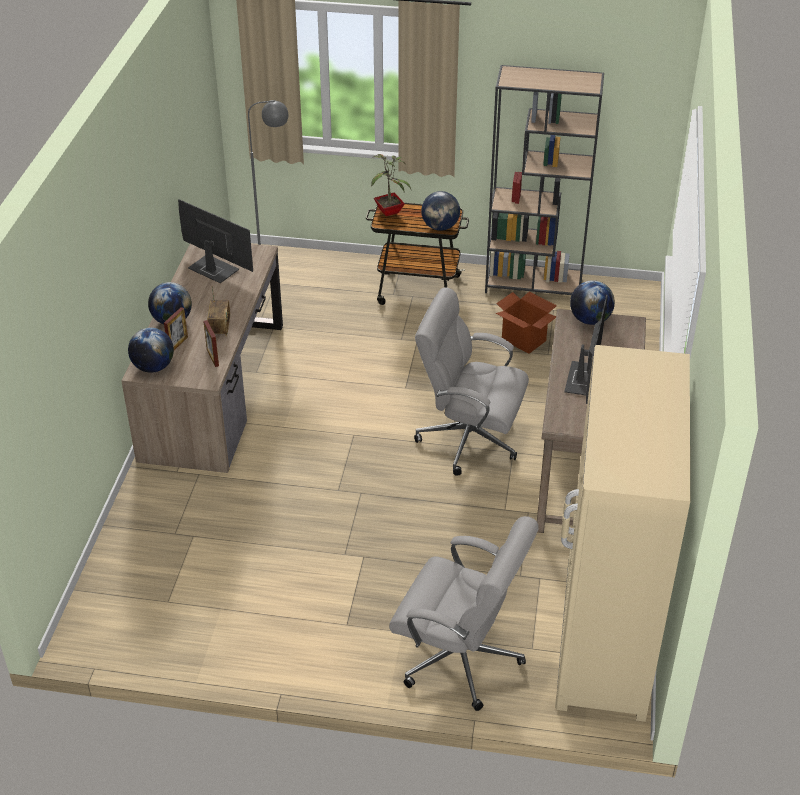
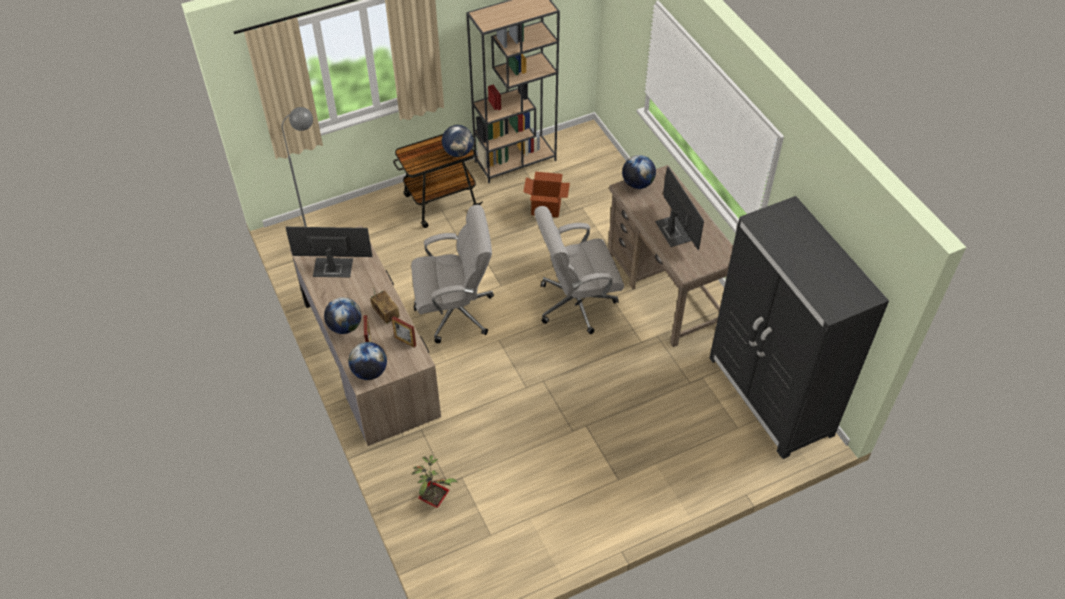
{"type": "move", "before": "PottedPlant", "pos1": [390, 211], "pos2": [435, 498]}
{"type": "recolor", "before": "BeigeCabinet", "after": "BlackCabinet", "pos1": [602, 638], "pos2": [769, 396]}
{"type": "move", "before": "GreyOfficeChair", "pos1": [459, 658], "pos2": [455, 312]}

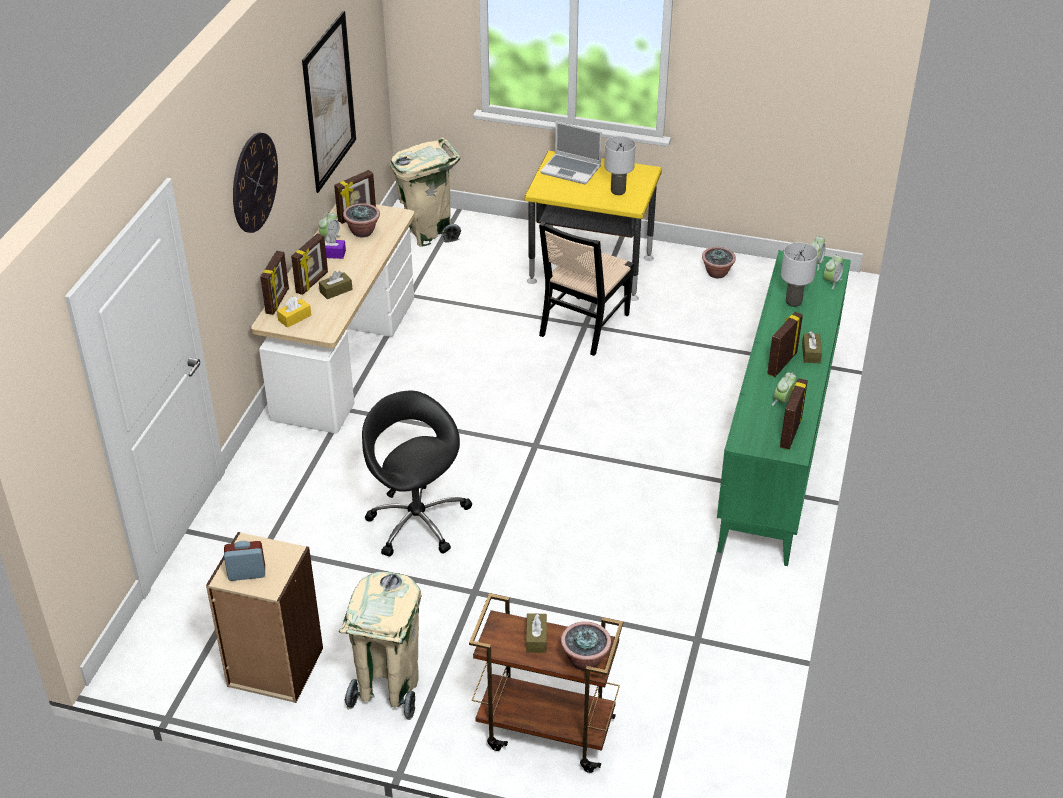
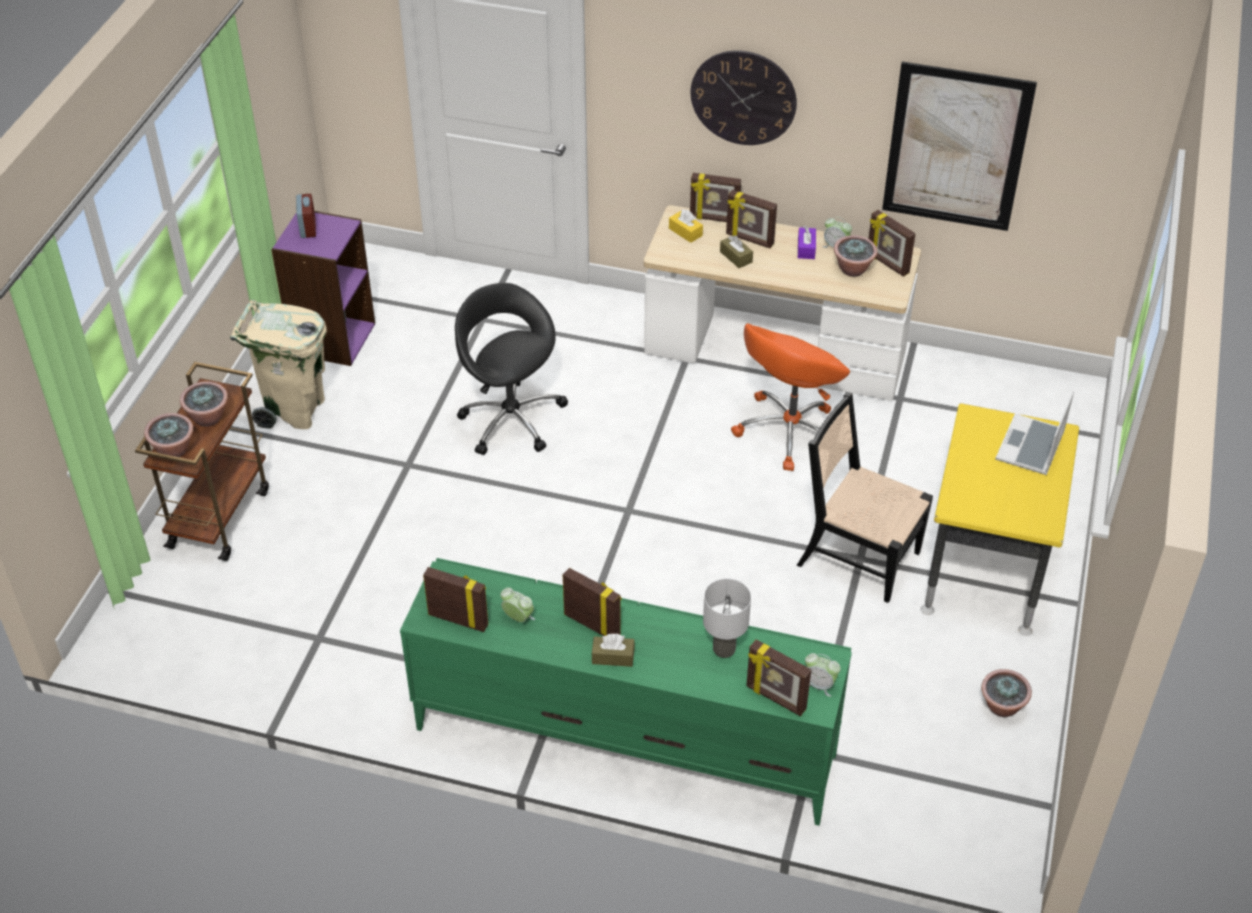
{"type": "delete", "before": "WhiteTableLamp", "pos1": [618, 191]}
{"type": "delete", "before": "BeigeTrashCan", "pos1": [429, 233]}
{"type": "replace", "before": "AlarmClock", "after": "PictureFrame", "pos1": [831, 282], "pos2": [775, 698]}
{"type": "rotate", "before": "BlackOfficeChair", "pos1": [416, 522], "pos2": [510, 419], "turn": -90}
{"type": "recolor", "before": "BeigeBookcase", "after": "PurpleBookcase", "pos1": [275, 668], "pos2": [332, 338]}
{"type": "replace", "before": "BrownTissueBox", "after": "PottedPlant", "pos1": [536, 638], "pos2": [208, 418]}
{"type": "insert", "after": "OrangeOfficeChair", "pos2": [787, 434]}

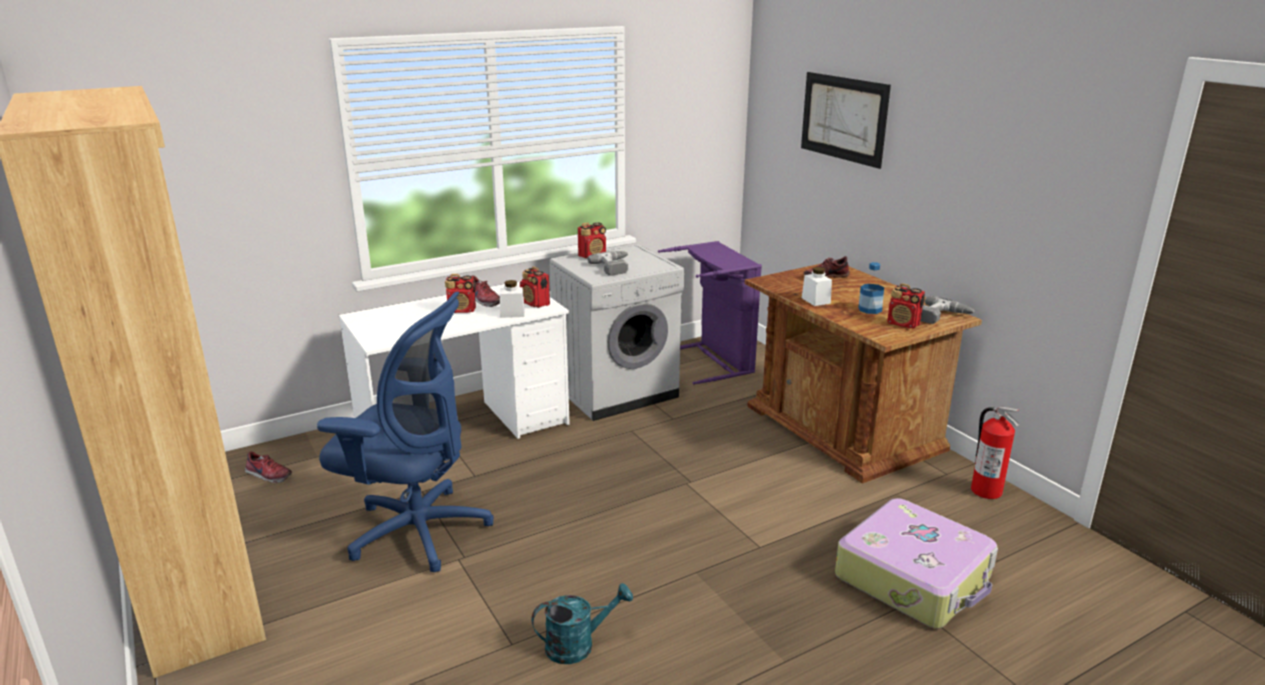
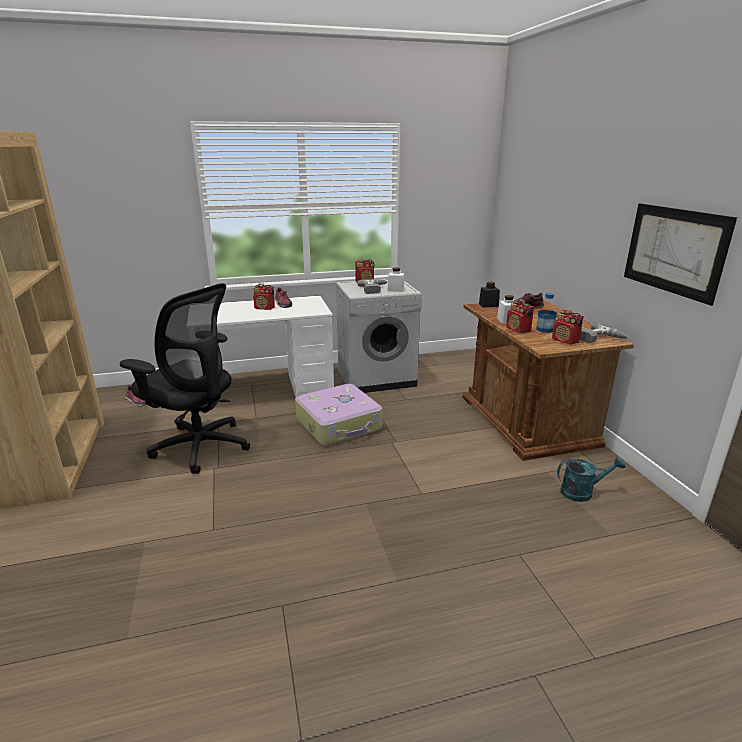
{"type": "move", "before": "Picture", "pos1": [843, 118], "pos2": [674, 250]}
{"type": "delete", "before": "PurpleLaundryBasket", "pos1": [714, 361]}
{"type": "move", "before": "Radio", "pos1": [535, 303], "pos2": [518, 330]}
{"type": "move", "before": "WhiteJar", "pos1": [512, 313], "pos2": [395, 290]}
{"type": "recolor", "before": "BlueOfficeChair", "after": "BlackOfficeChair", "pos1": [410, 531], "pos2": [196, 446]}
{"type": "delete", "before": "FireExtinguisher", "pos1": [986, 490]}
{"type": "move", "before": "Suitcase", "pos1": [914, 577], "pos2": [339, 424]}
{"type": "move", "before": "TurquoiseWateringCan", "pos1": [578, 645], "pos2": [582, 492]}
{"type": "insert", "after": "BlackJar", "pos2": [488, 305]}

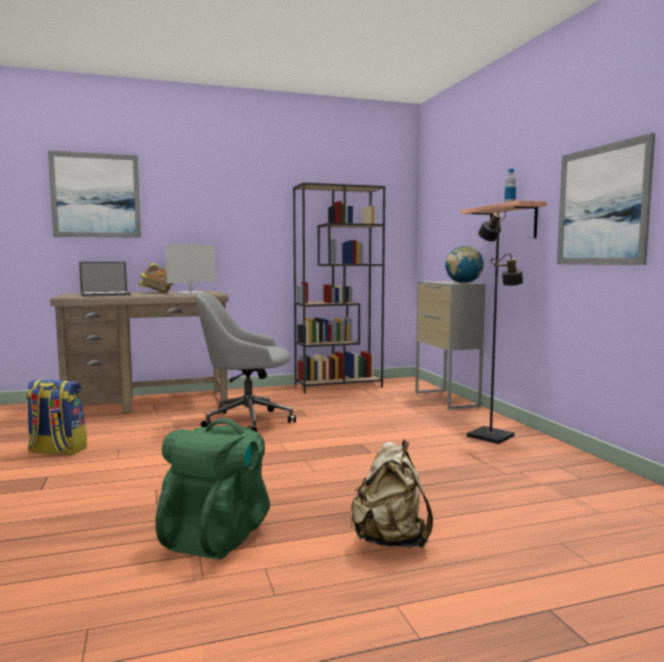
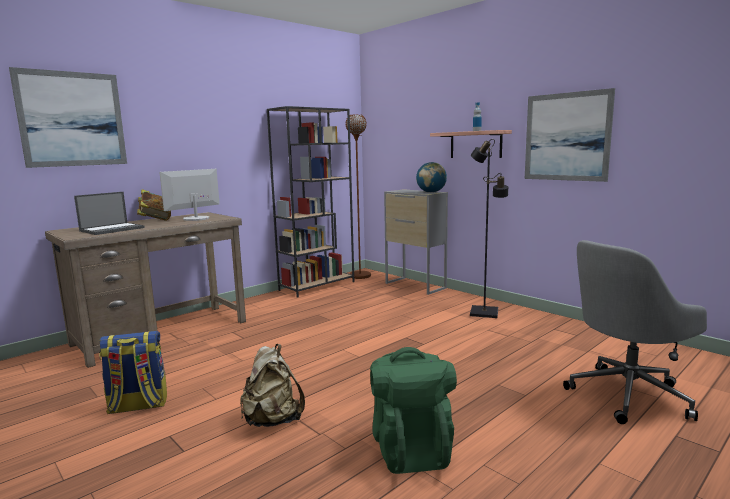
{"type": "rotate", "before": "Monitor", "pos1": [190, 293], "pos2": [195, 218], "turn": -150}
{"type": "move", "before": "GreyOfficeChair", "pos1": [247, 421], "pos2": [627, 396]}
{"type": "move", "before": "BeigeBackpack", "pos1": [390, 540], "pos2": [272, 420]}
{"type": "insert", "after": "BrownFloorLamp", "pos2": [360, 275]}

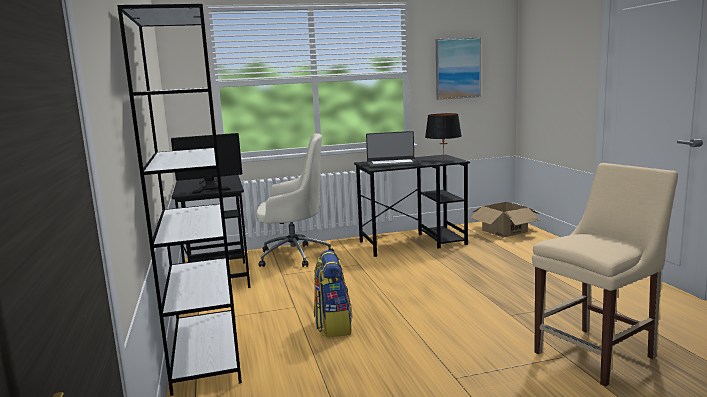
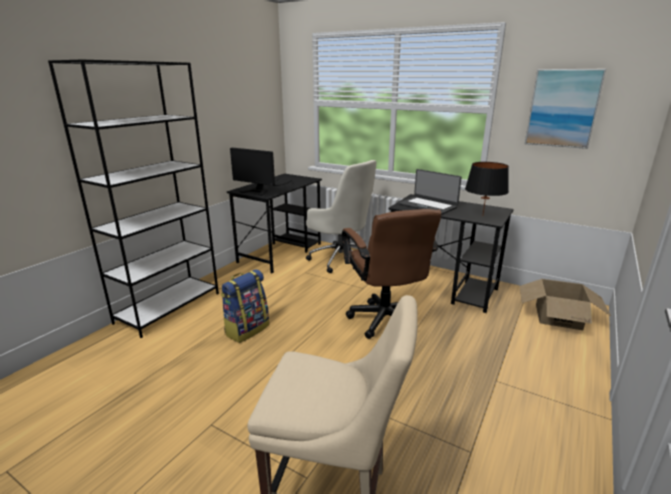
{"type": "insert", "after": "BrownOfficeChair", "pos2": [385, 323]}

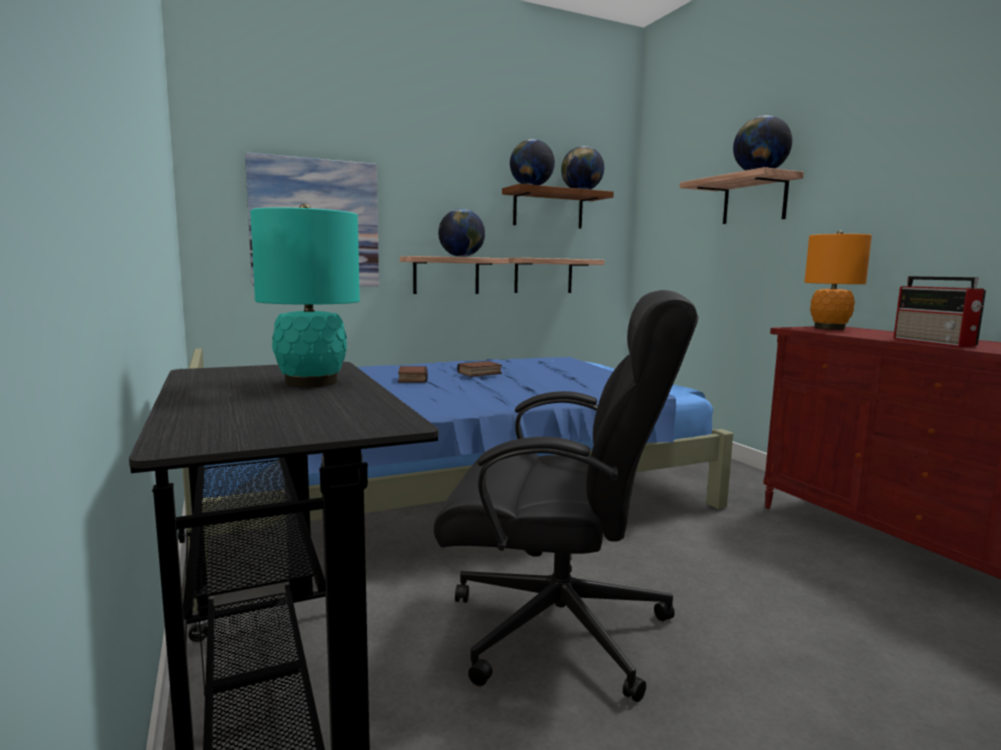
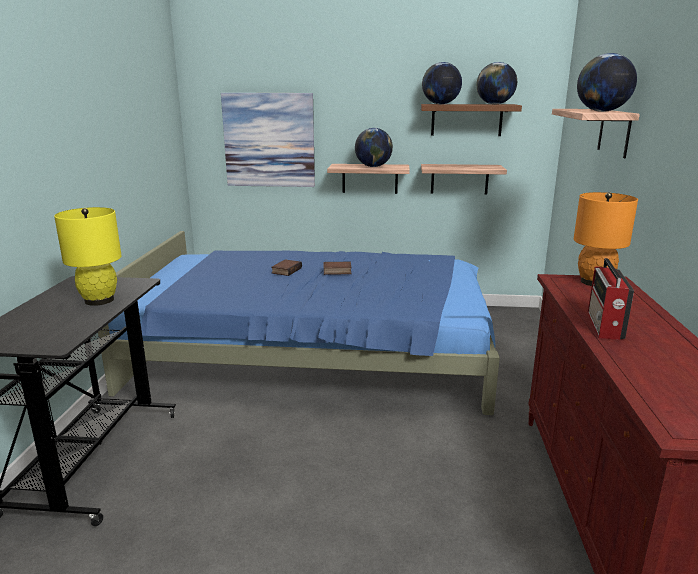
{"type": "recolor", "before": "TurquoiseTableLamp", "after": "YellowTableLamp", "pos1": [311, 382], "pos2": [99, 300]}
{"type": "delete", "before": "BlackOfficeChair", "pos1": [558, 627]}

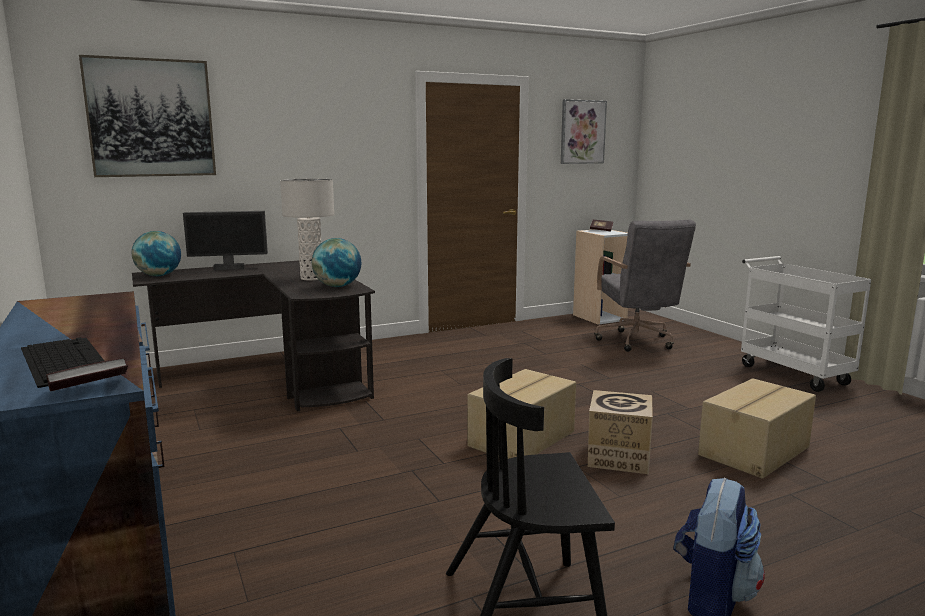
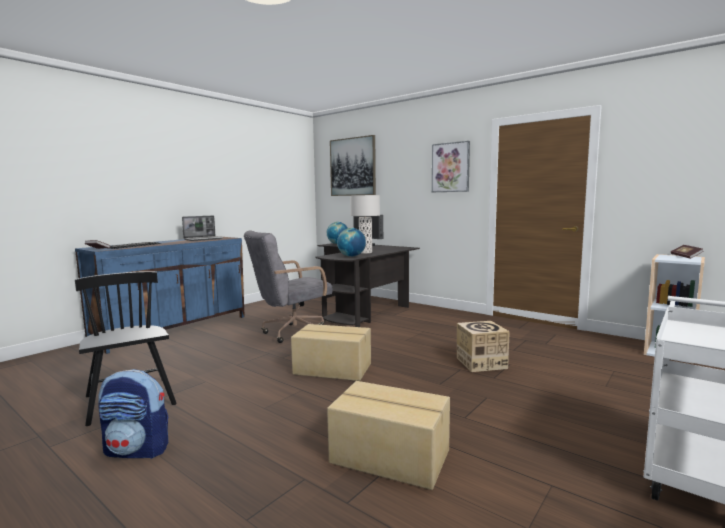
{"type": "move", "before": "Picture", "pos1": [582, 132], "pos2": [450, 167]}
{"type": "move", "before": "GreyOfficeChair", "pos1": [637, 343], "pos2": [291, 334]}
{"type": "move", "before": "CardboardBox", "pos1": [618, 457], "pos2": [481, 363]}
{"type": "insert", "after": "Laptop", "pos2": [203, 239]}

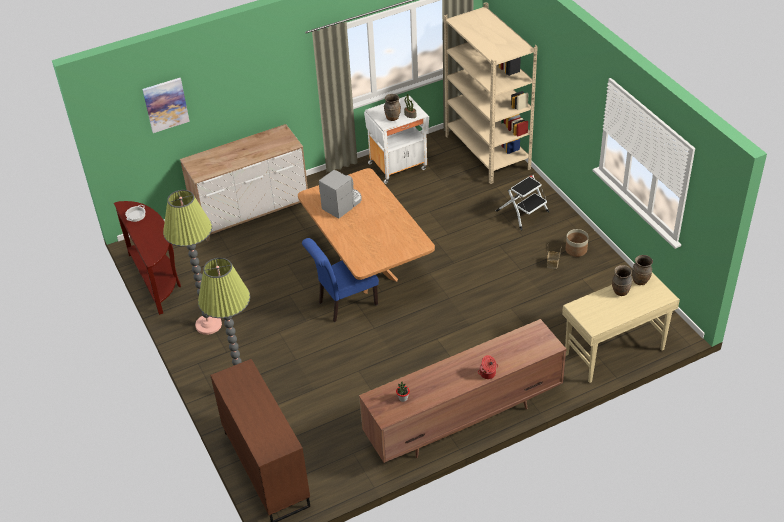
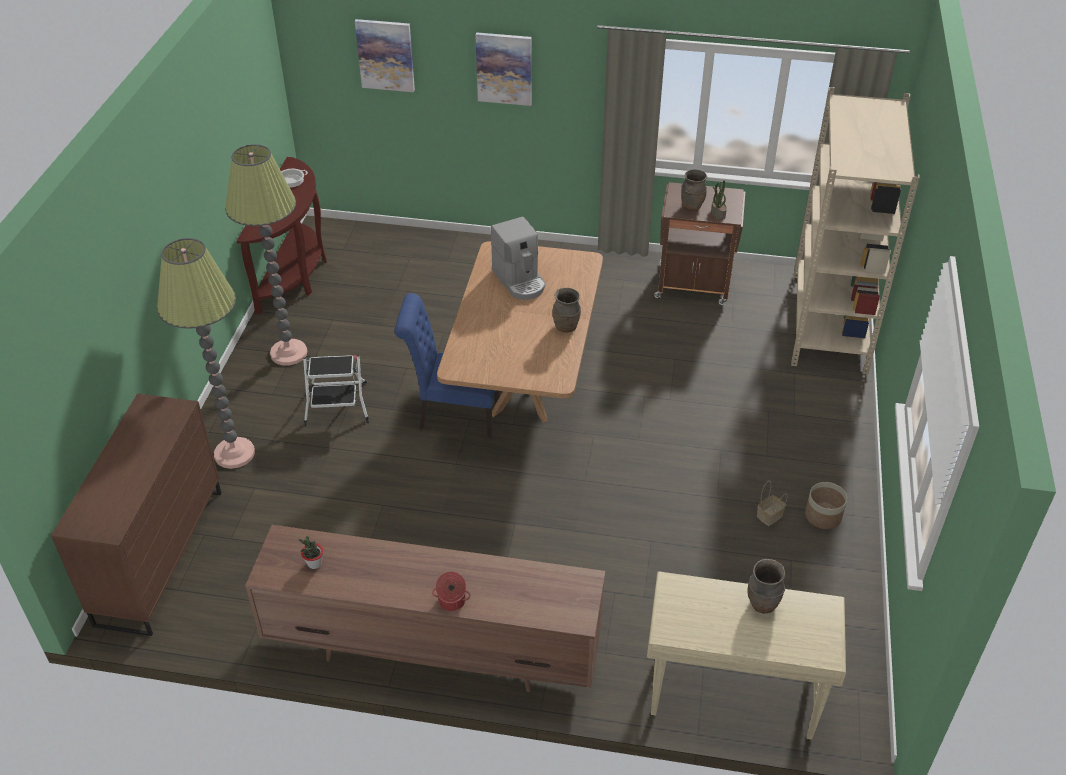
{"type": "recolor", "before": "WhiteCart", "after": "BrownCart", "pos1": [398, 166], "pos2": [694, 285]}
{"type": "delete", "before": "Dresser", "pos1": [251, 210]}
{"type": "rotate", "before": "CoffeeMachine", "pos1": [342, 204], "pos2": [520, 281], "turn": 75}
{"type": "move", "before": "StepLadder", "pos1": [522, 212], "pos2": [337, 404]}
{"type": "move", "before": "BrownVase", "pos1": [640, 281], "pos2": [566, 327]}
{"type": "insert", "after": "Picture", "pos2": [504, 68]}

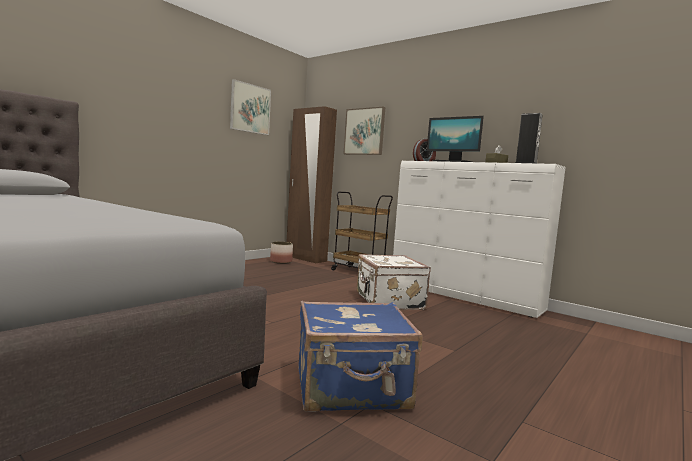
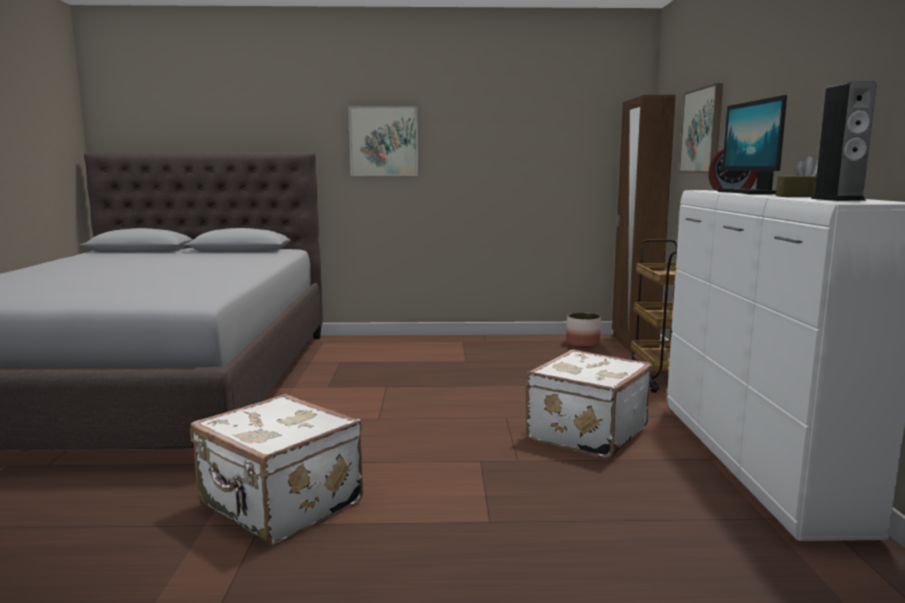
{"type": "move", "before": "Picture", "pos1": [250, 108], "pos2": [384, 141]}
{"type": "recolor", "before": "BlueSuitcase", "after": "WhiteSuitcase", "pos1": [352, 389], "pos2": [279, 505]}

